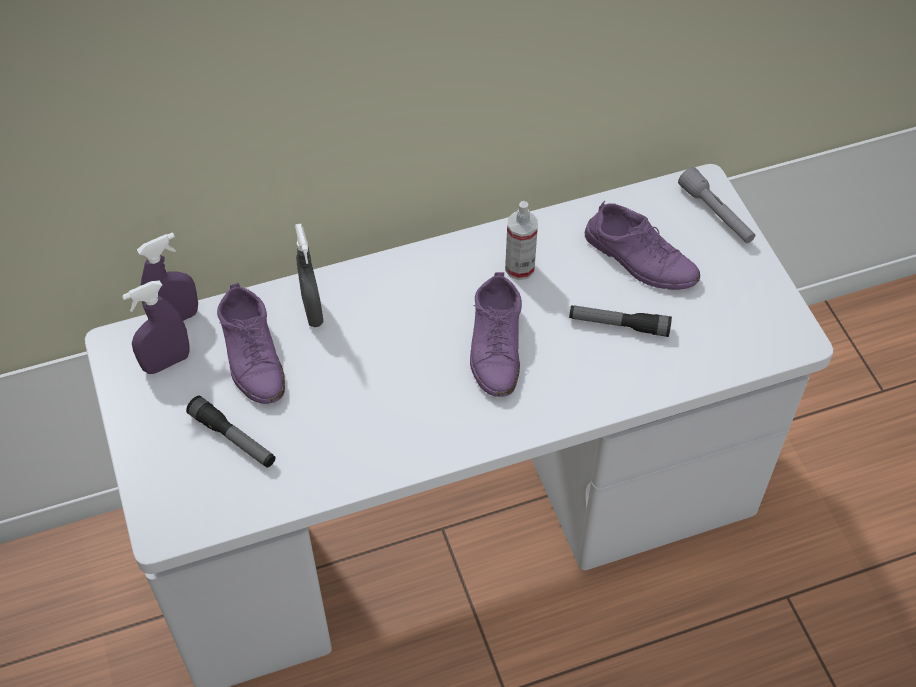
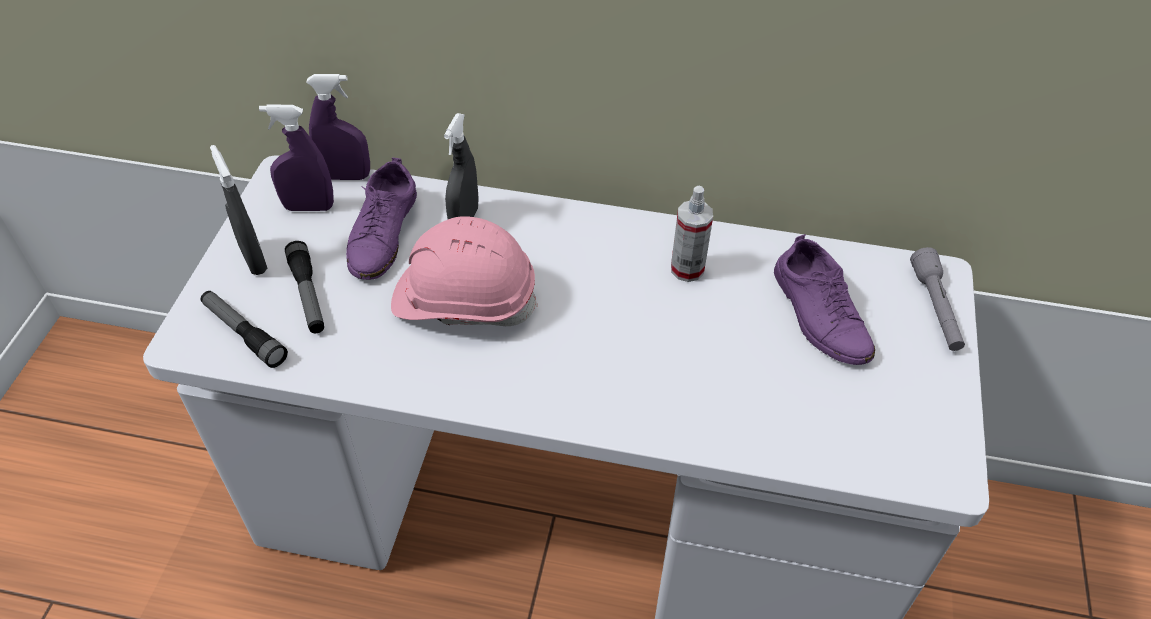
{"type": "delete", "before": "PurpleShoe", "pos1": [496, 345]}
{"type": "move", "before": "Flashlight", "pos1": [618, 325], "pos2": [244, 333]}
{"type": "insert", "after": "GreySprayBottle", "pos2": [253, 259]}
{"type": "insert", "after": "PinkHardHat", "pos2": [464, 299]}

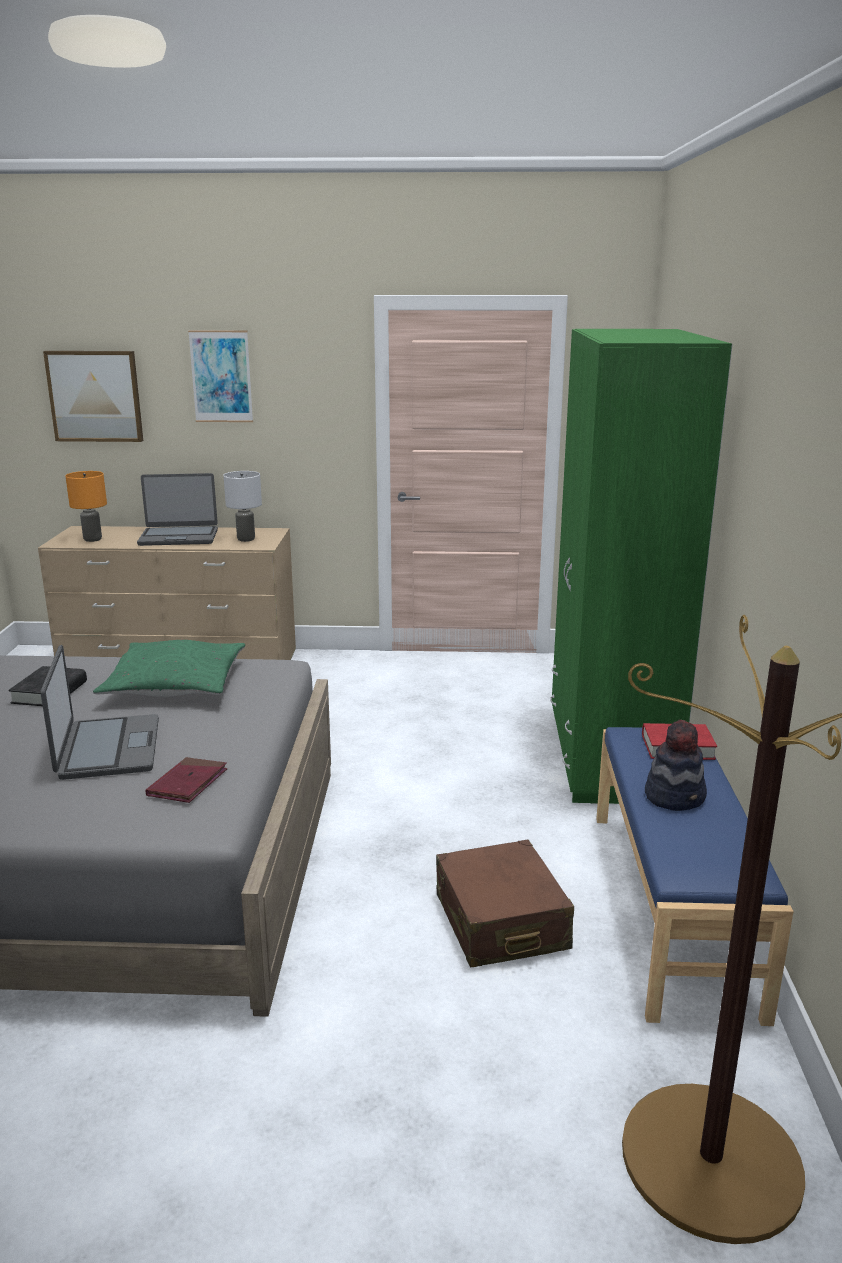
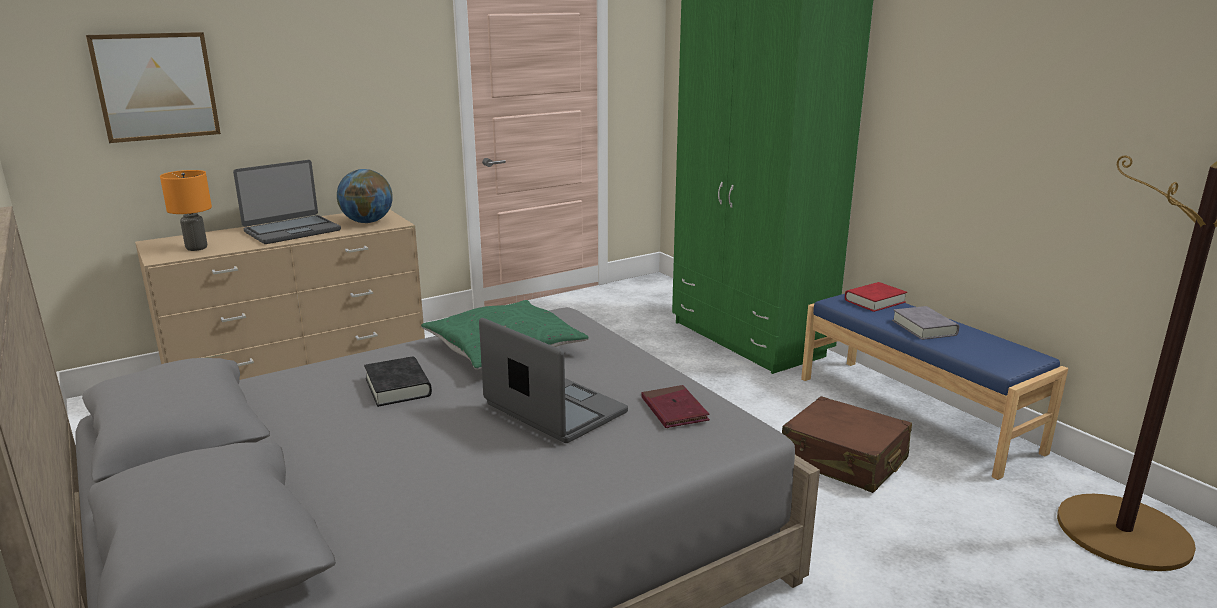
{"type": "delete", "before": "Picture", "pos1": [221, 376]}
{"type": "replace", "before": "WhiteTableLamp", "after": "Globe", "pos1": [246, 540], "pos2": [367, 222]}
{"type": "replace", "before": "Hat", "after": "GreyBook", "pos1": [675, 796], "pos2": [924, 328]}

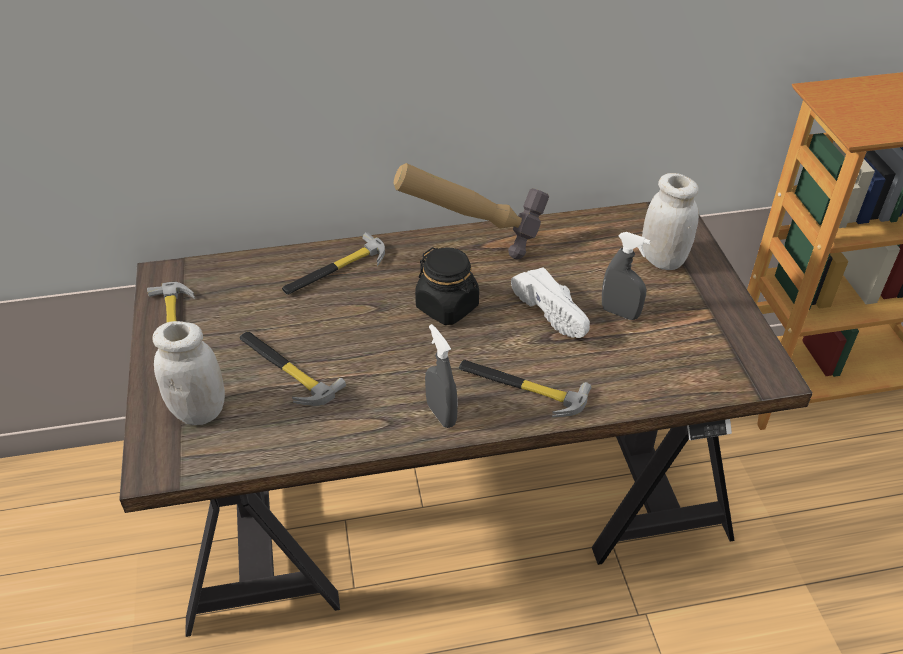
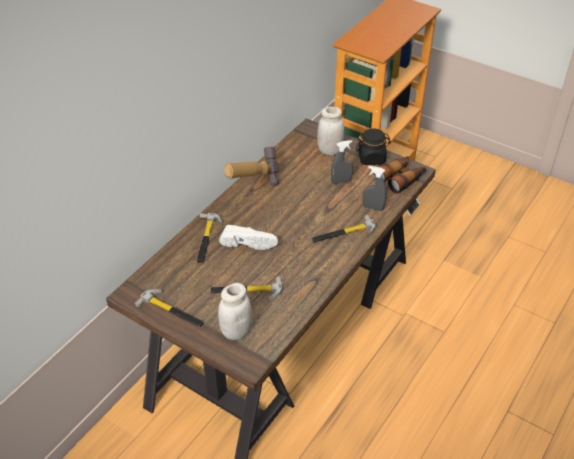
{"type": "move", "before": "BlackJar", "pos1": [447, 307], "pos2": [372, 158]}
{"type": "move", "before": "WhiteShoe", "pos1": [555, 312], "pos2": [249, 242]}
{"type": "move", "before": "GreySprayBottle", "pos1": [441, 414], "pos2": [373, 208]}
{"type": "insert", "after": "Binoculars", "pos2": [401, 178]}

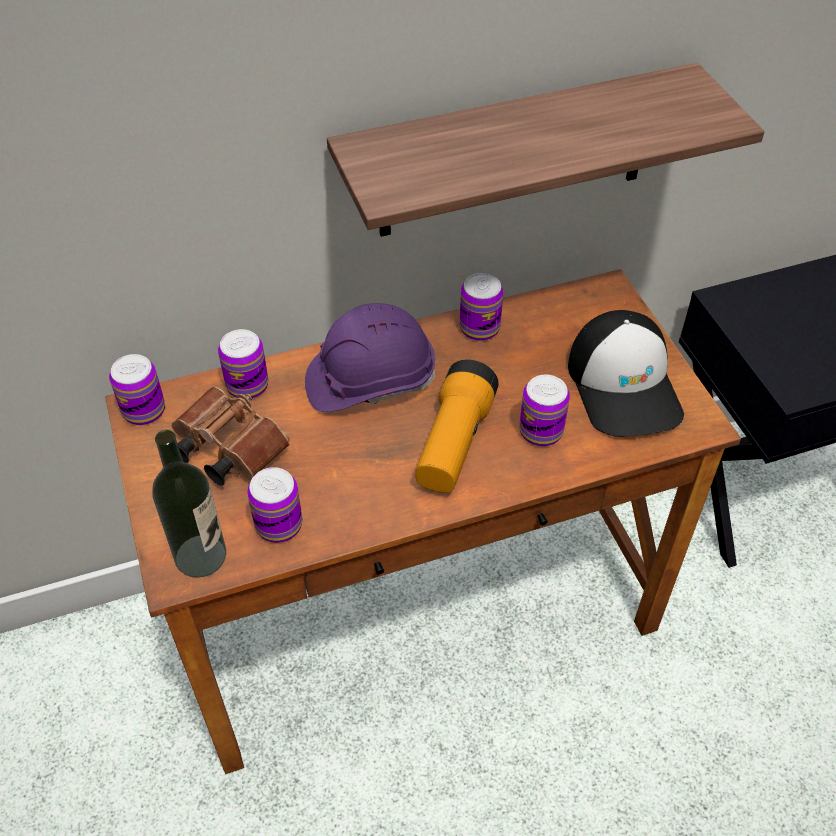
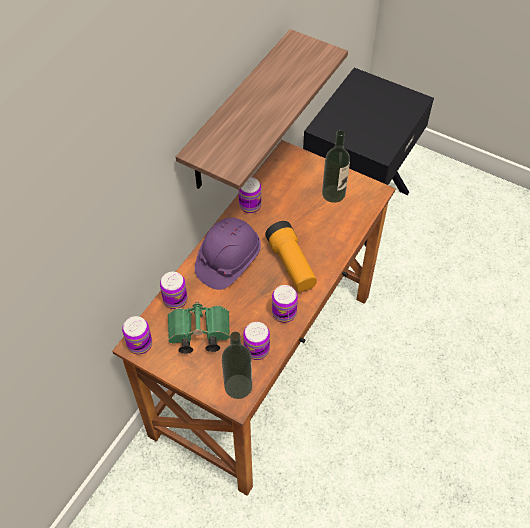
{"type": "replace", "before": "Cap", "after": "Bottle", "pos1": [625, 385], "pos2": [333, 193]}
{"type": "move", "before": "Can", "pos1": [541, 431], "pos2": [284, 313]}
{"type": "recolor", "before": "BrownBinoculars", "after": "GreenBinoculars", "pos1": [226, 448], "pos2": [197, 334]}

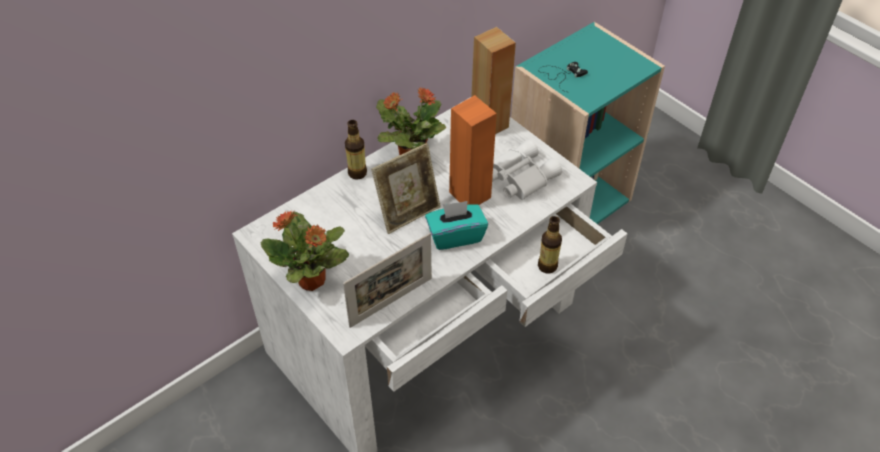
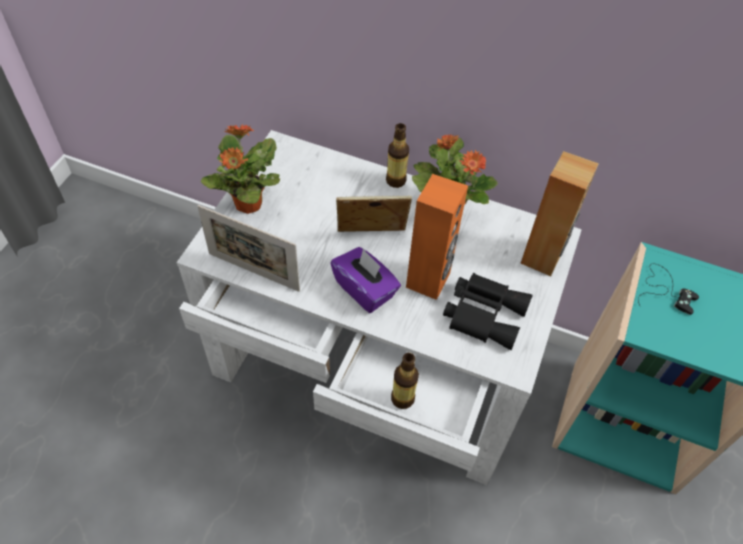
{"type": "recolor", "before": "WhiteBinoculars", "after": "BlackBinoculars", "pos1": [518, 176], "pos2": [484, 313]}
{"type": "rotate", "before": "PictureFrame", "pos1": [408, 213], "pos2": [371, 239], "turn": 150}
{"type": "recolor", "before": "TurquoiseTissueBox", "after": "PurpleTissueBox", "pos1": [455, 236], "pos2": [365, 289]}

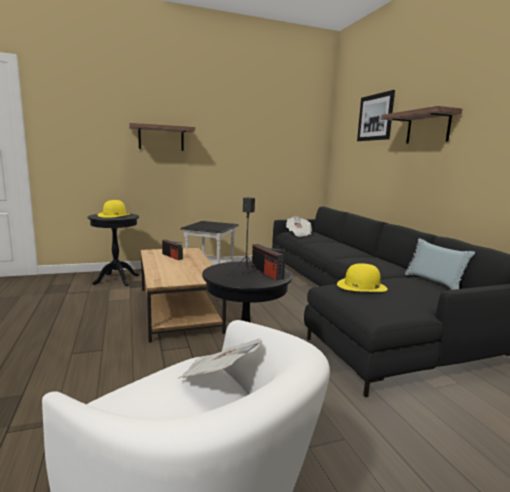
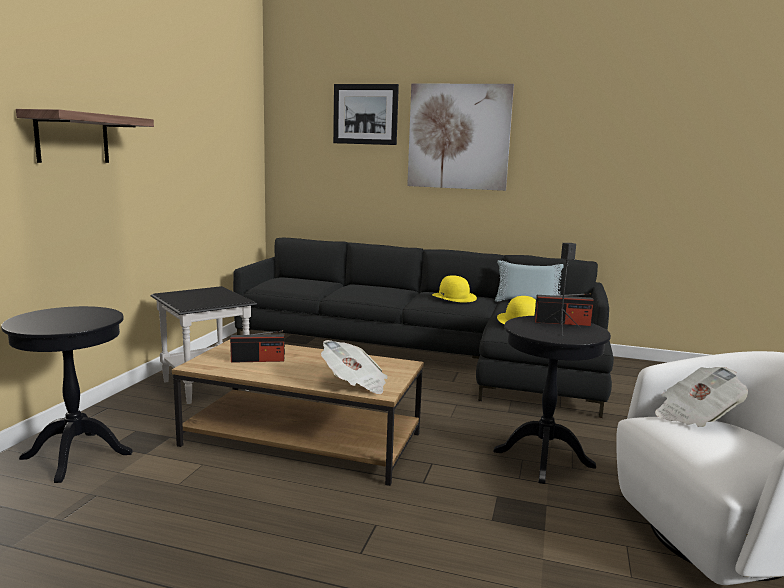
{"type": "replace", "before": "Shelf", "after": "Picture", "pos1": [428, 127], "pos2": [458, 137]}
{"type": "move", "before": "YellowHat", "pos1": [114, 215], "pos2": [454, 297]}
{"type": "move", "before": "Newspaper", "pos1": [298, 234], "pos2": [355, 384]}

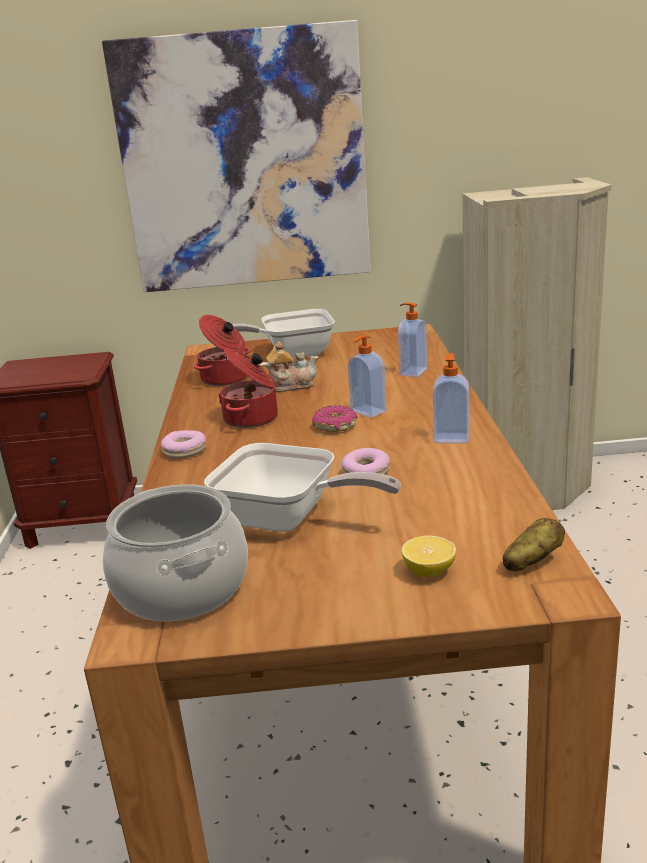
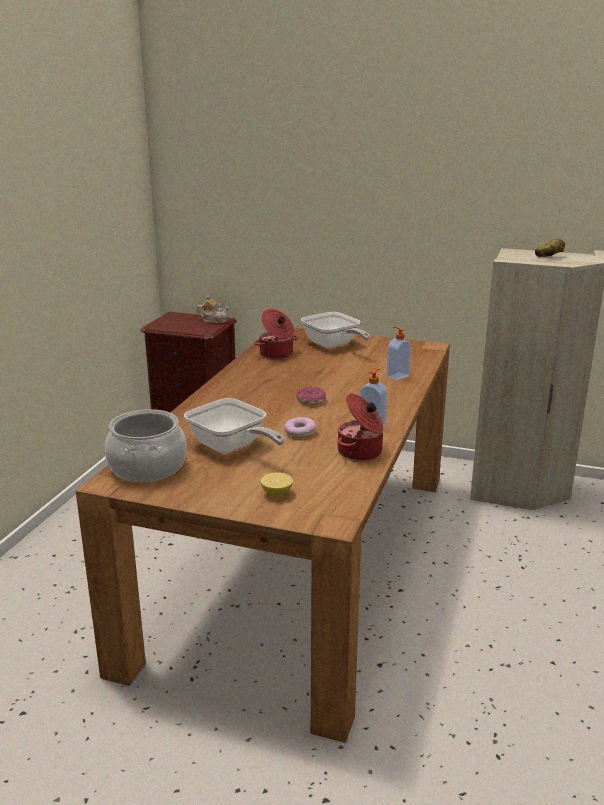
{"type": "delete", "before": "Picture", "pos1": [244, 162]}
{"type": "rotate", "before": "FryingPan", "pos1": [291, 354], "pos2": [333, 345], "turn": -135}
{"type": "delete", "before": "SoapDispenser", "pos1": [367, 412]}
{"type": "move", "before": "Teapot", "pos1": [290, 386], "pos2": [214, 320]}
{"type": "move", "before": "CookingPot", "pos1": [252, 418], "pos2": [361, 452]}
{"type": "delete", "before": "Donut", "pos1": [185, 451]}
{"type": "move", "before": "Potato", "pos1": [531, 562], "pos2": [548, 256]}

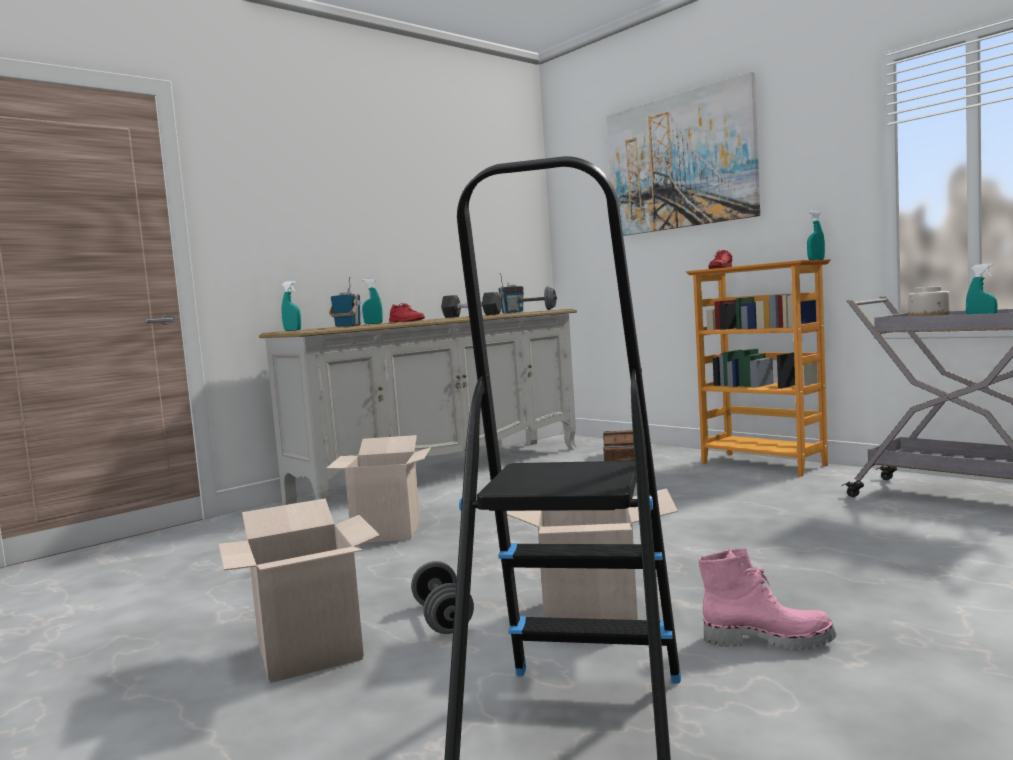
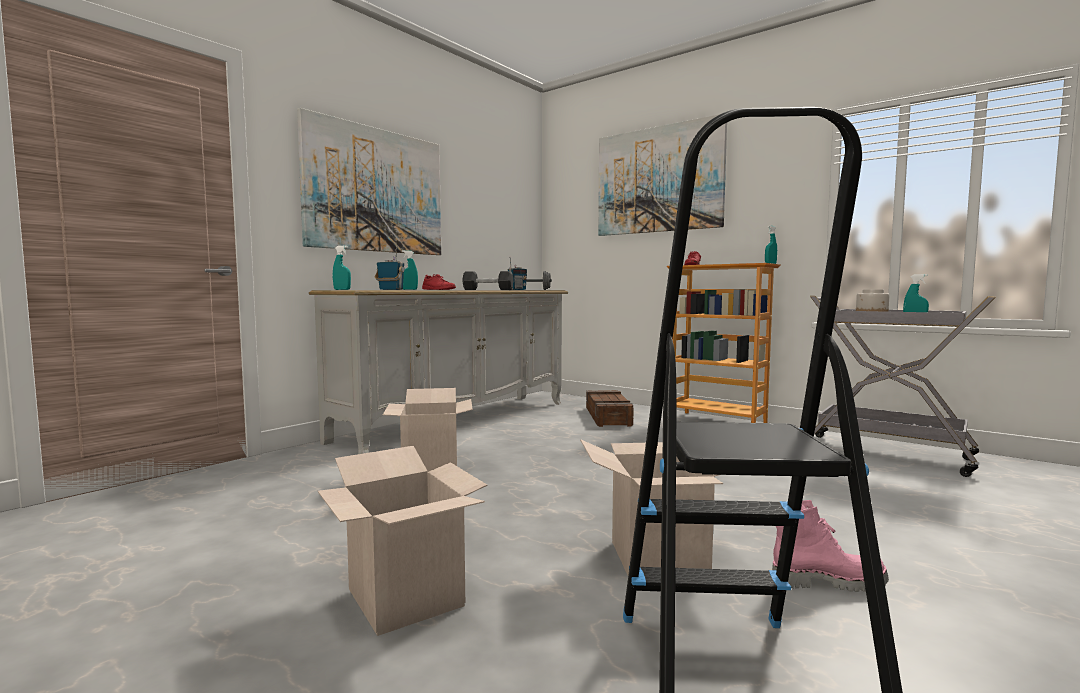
{"type": "delete", "before": "GreyDumbbell", "pos1": [443, 619]}
{"type": "insert", "after": "Picture", "pos2": [375, 190]}

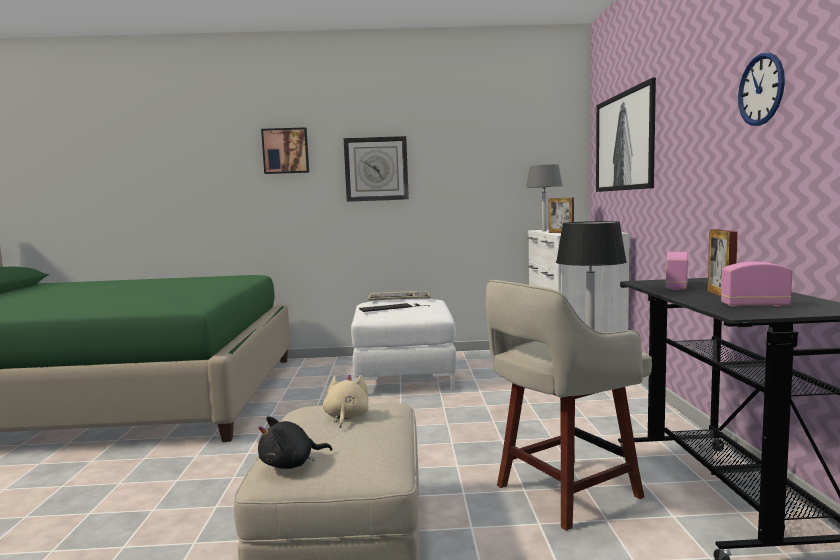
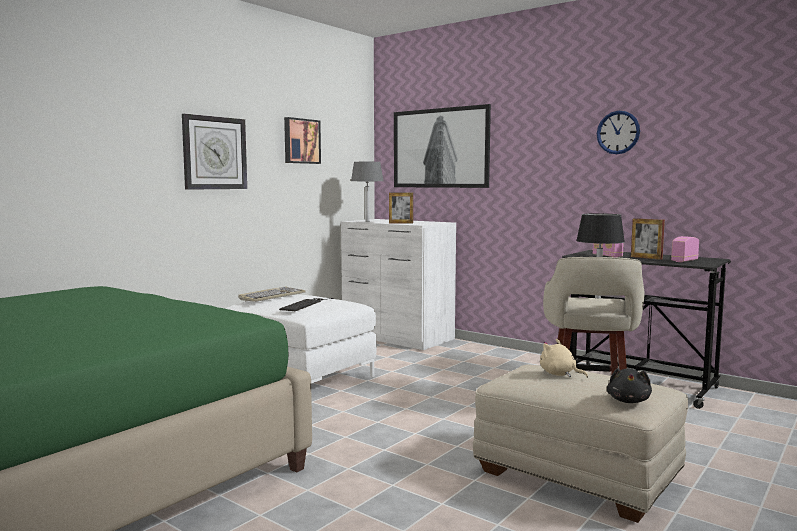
{"type": "move", "before": "Picture", "pos1": [286, 151], "pos2": [301, 141]}

